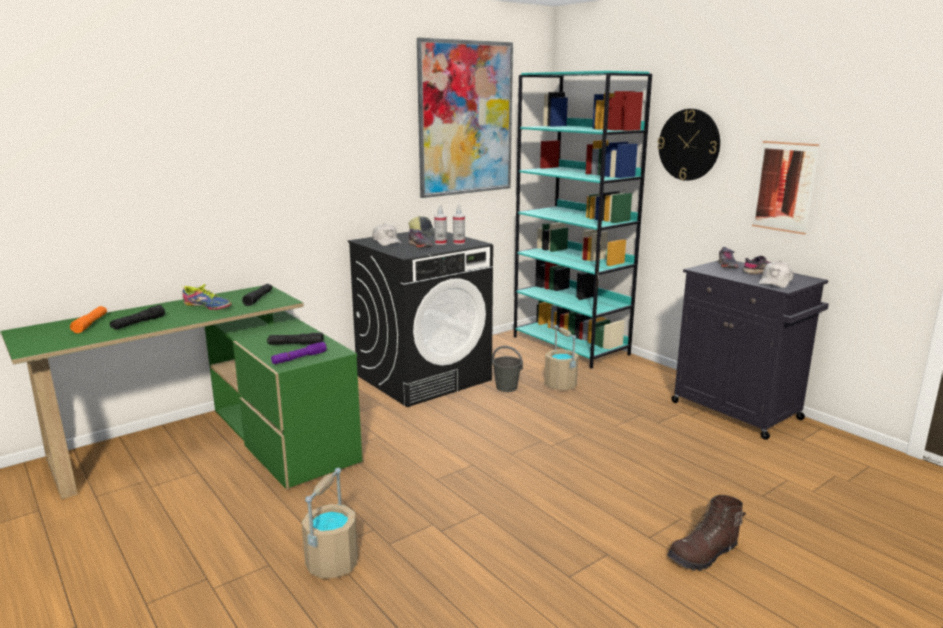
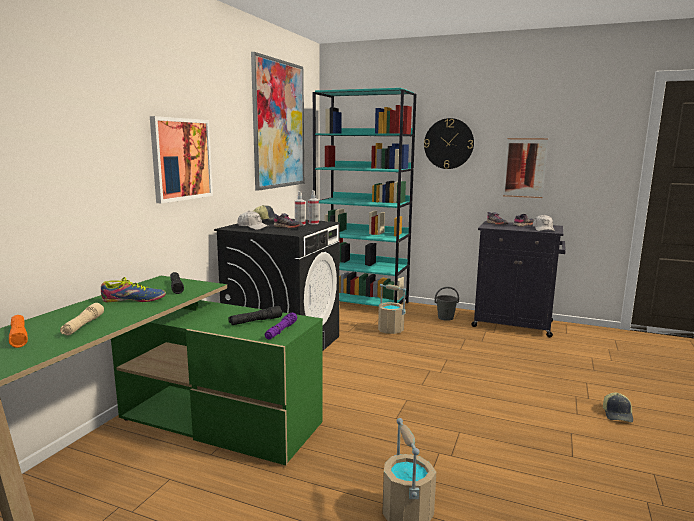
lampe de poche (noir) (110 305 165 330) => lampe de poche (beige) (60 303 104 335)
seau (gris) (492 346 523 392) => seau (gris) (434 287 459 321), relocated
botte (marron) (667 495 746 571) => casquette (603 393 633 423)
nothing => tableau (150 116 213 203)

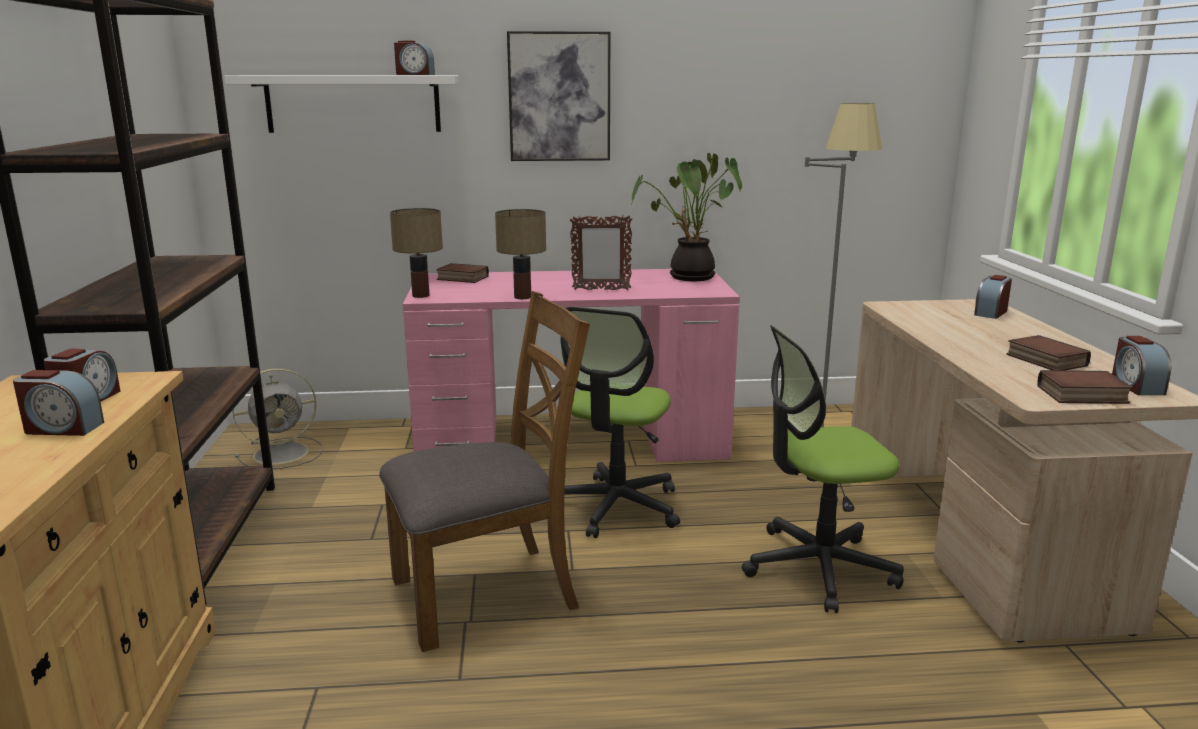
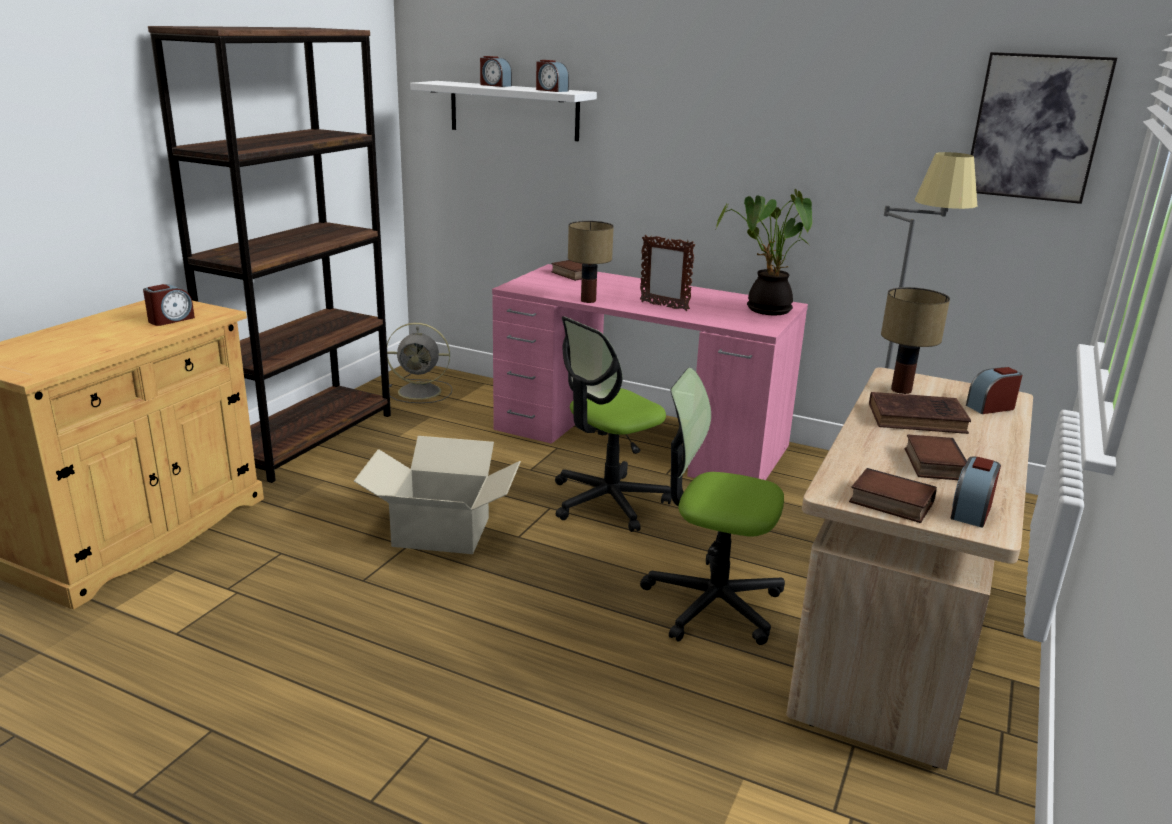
tableau (507 31 610 161) => tableau (971 52 1117 204), relocated
lampe de table (390 208 443 298) => lampe de table (881 287 950 394), relocated
chaise (marron) (379 291 590 652) => carton (354 436 521 554)
réveil (13 370 104 436) => réveil (480 56 512 87), relocated
nothing => livre (marron) (869 392 971 434)

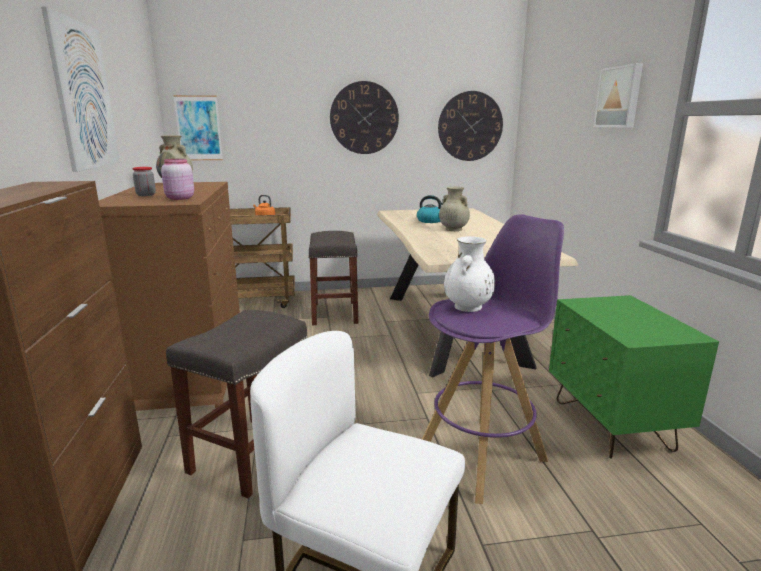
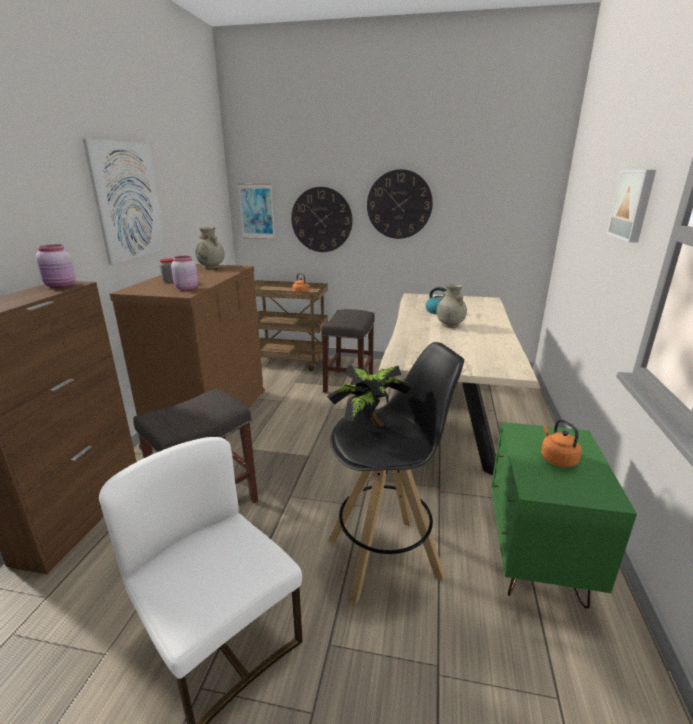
horloge murale (438 91 503 161) => horloge murale (291 187 352 252), relocated
tabouret (violet) (422 214 564 504) => tabouret (noir) (328 342 464 605)
vase (blanc) (444 236 495 312) => plante en pot (327 365 413 427)
nothing => bocal (rose) (36 244 76 288)
nothing => bouilloire (orange) (541 419 582 467)

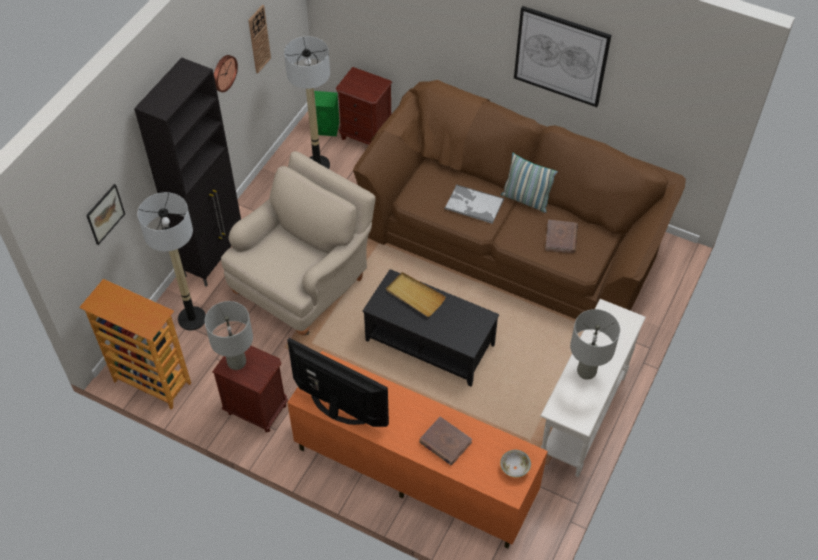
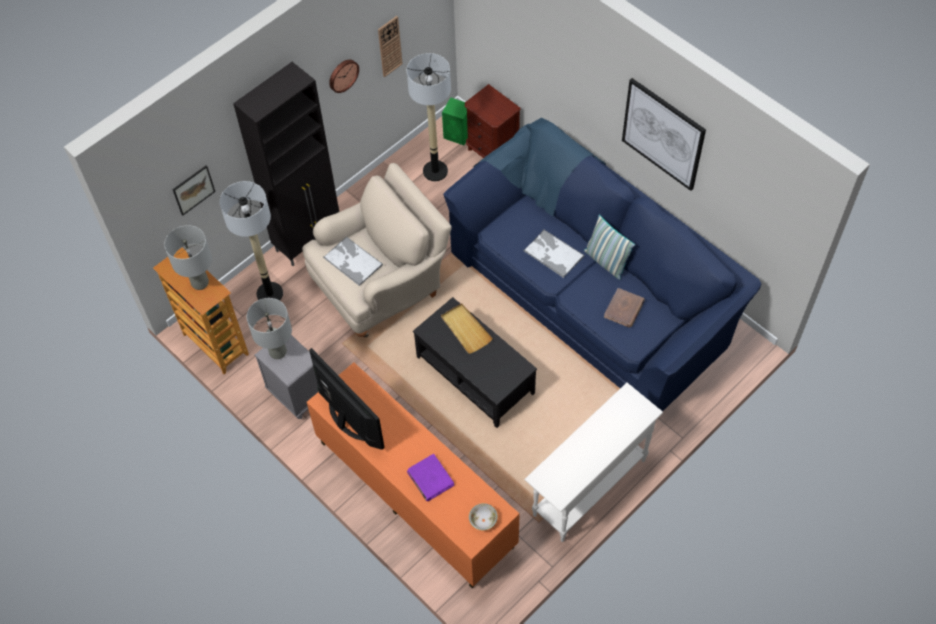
canapé (marron) (353 80 686 319) => canapé (bleu) (443 118 762 411)
lampe de table (gris) (570 309 620 380) => lampe de table (gris) (164 225 212 290), relocated
table de chevet (marron) (212 346 288 432) => table de chevet (gris) (255 335 319 419)
livre (marron) (419 416 472 465) => livre (violet) (407 454 454 501)
nothing => plateau (323 236 383 286)

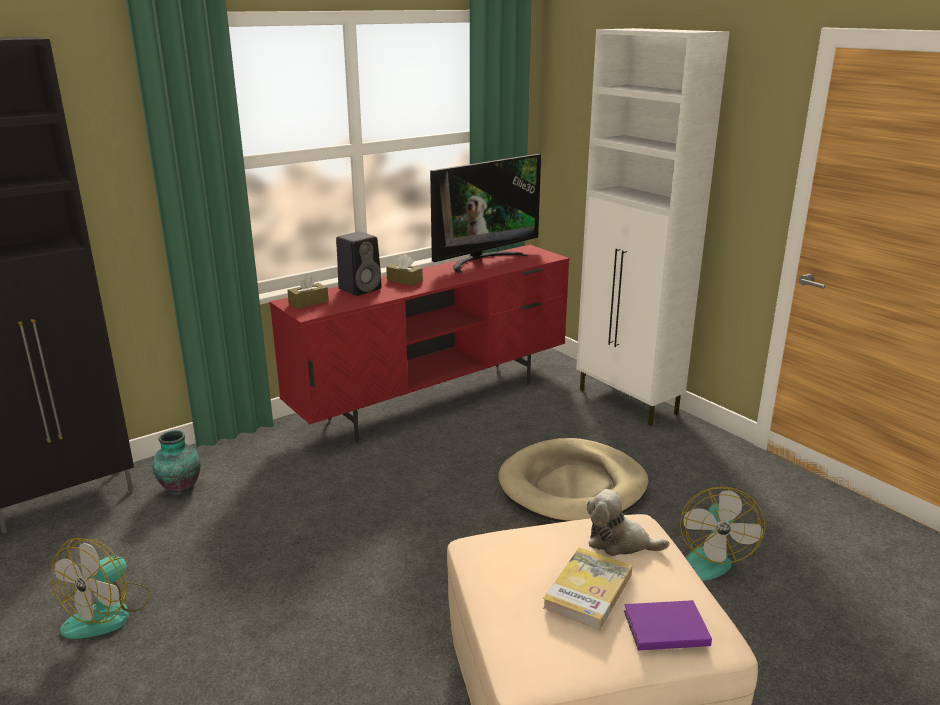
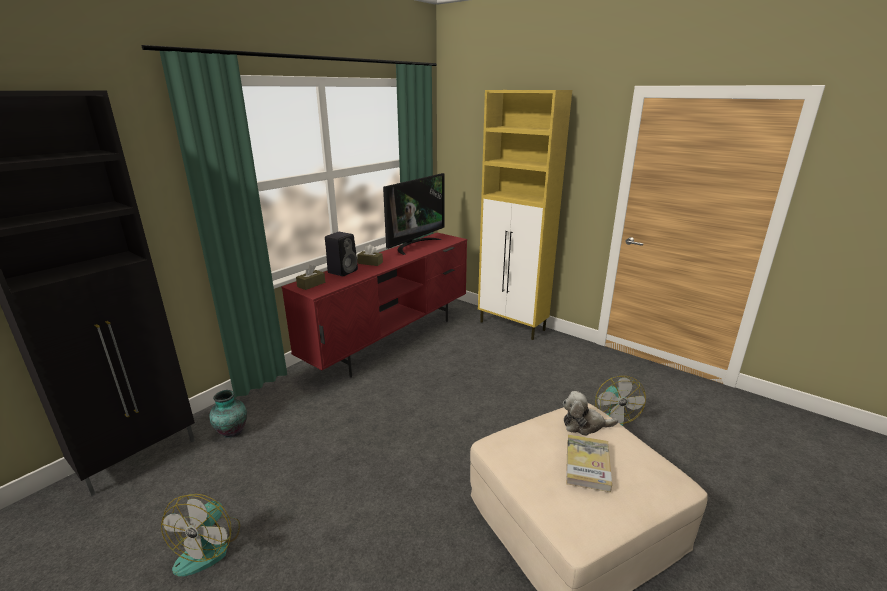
meuble de rangement (blanc) (576 28 730 426) => meuble de rangement (jaune) (478 90 572 340)
panier pour chien (beige) (498 438 648 522) => nothing
livre (violet) (624 600 712 651) => nothing

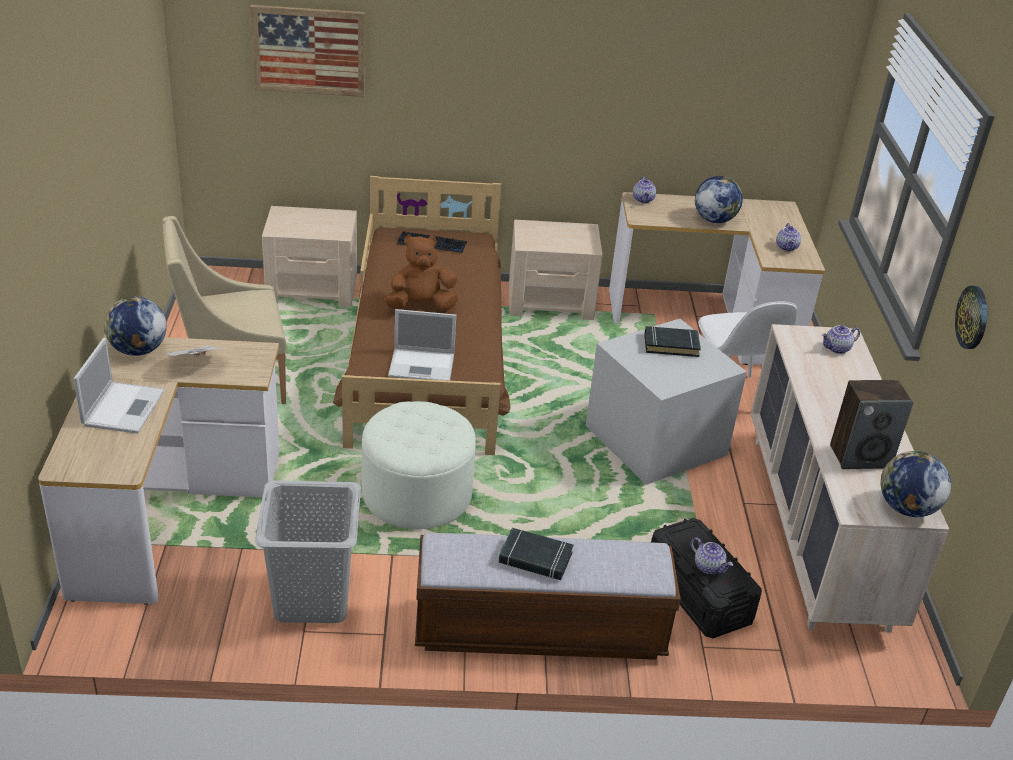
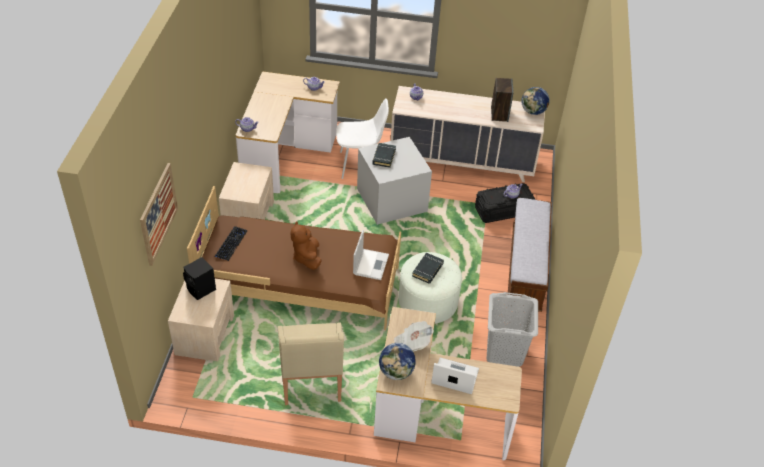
globe (695 176 743 223) => nothing
horloge murale (955 286 987 349) => nothing
livre (noir) (499 528 573 580) => livre (noir) (412 253 444 284), relocated
nothing => enceinte (noir) (183 257 216 300)

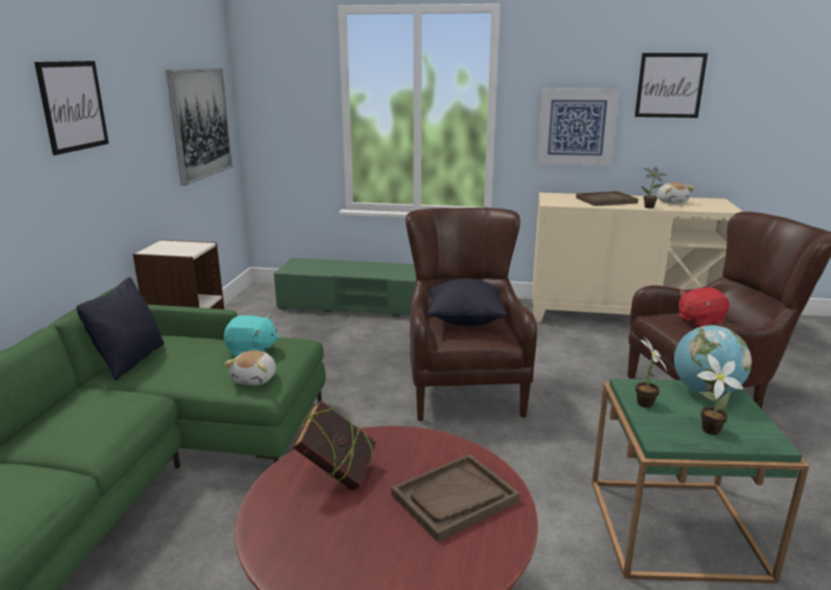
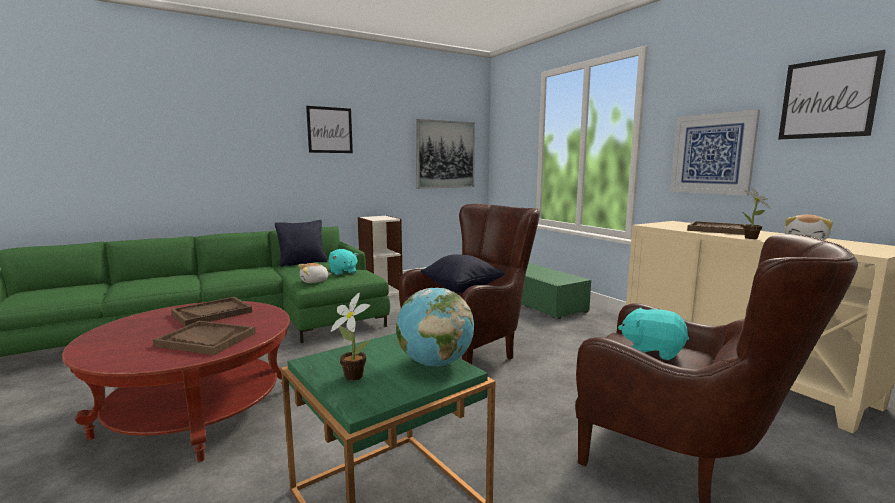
peluche (rouge) (678 288 729 328) => peluche (turquoise) (618 307 689 360)
plante en pot (635 337 668 408) => nothing
livre (292 400 377 491) => plateau (marron) (171 297 252 326)

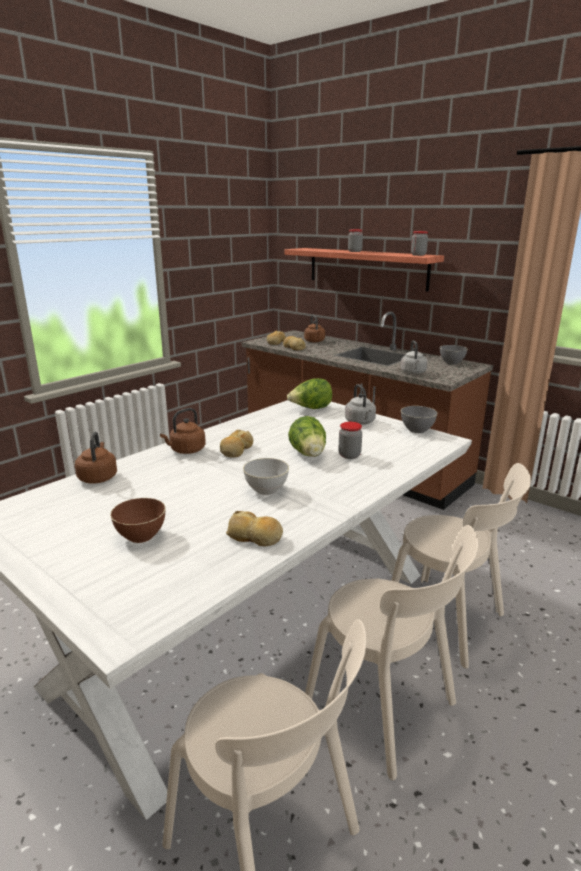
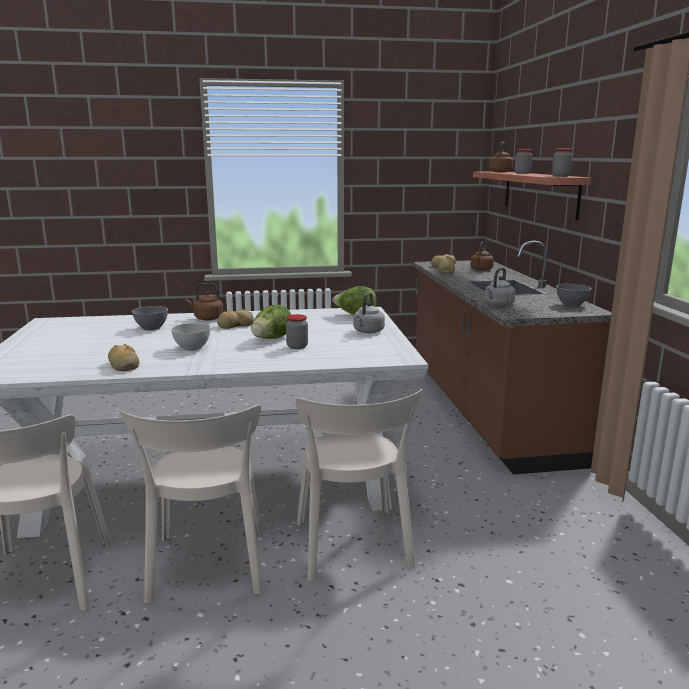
bol (gris) (401 406 437 433) => bol (gris) (132 306 168 331), relocated
bouilloire (marron) (75 432 117 484) => bouilloire (marron) (489 142 513 172), relocated
bol (marron) (110 498 166 543) => nothing

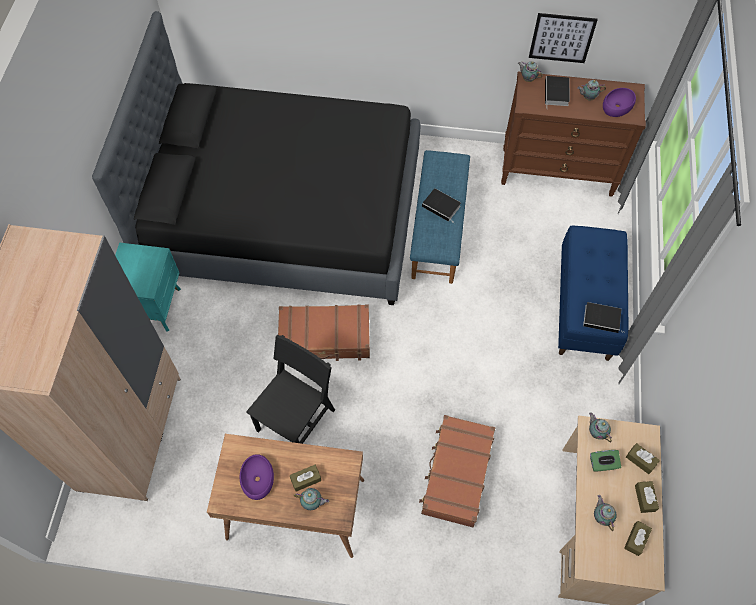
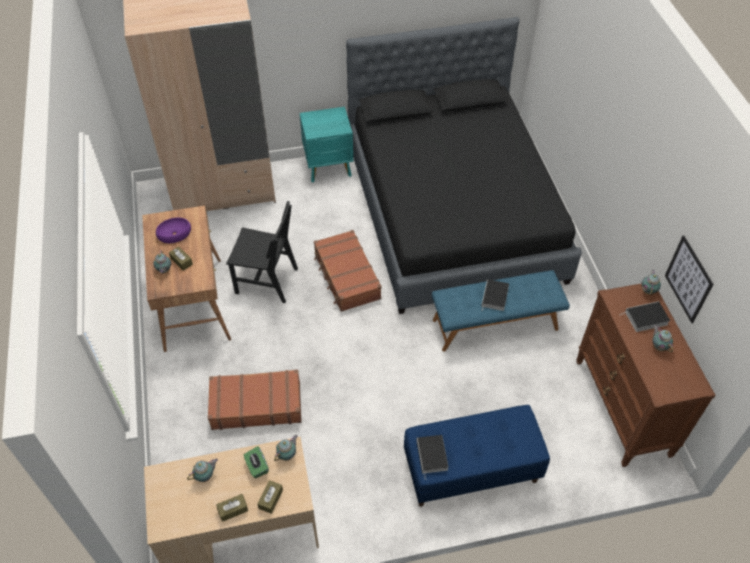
bol (violet) (603 88 636 117) => nothing
boîte à mouchoirs (marron) (624 521 652 556) => nothing

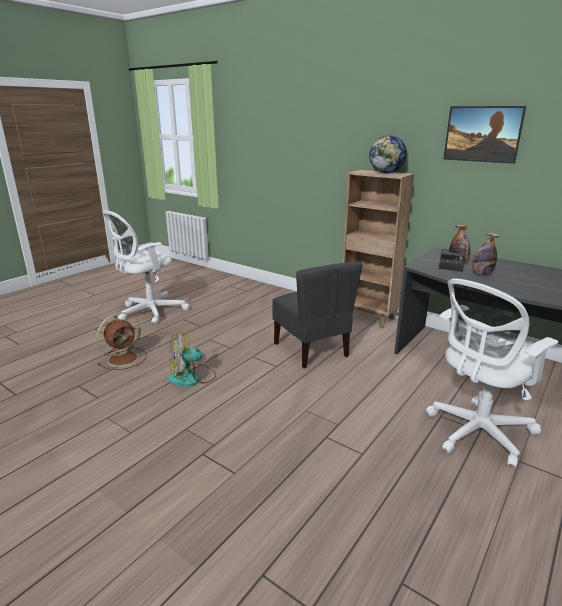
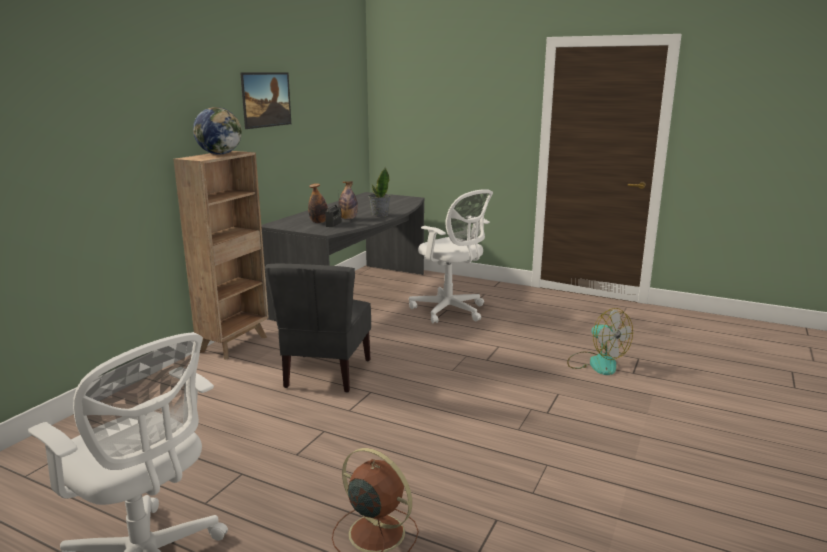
chaise (gris) (272 261 363 368) => chaise (gris) (265 264 371 393), 135 degrees clockwise
ventilateur (167 331 216 387) => ventilateur (567 308 633 375), relocated
nothing => plante en pot (368 167 391 217)

